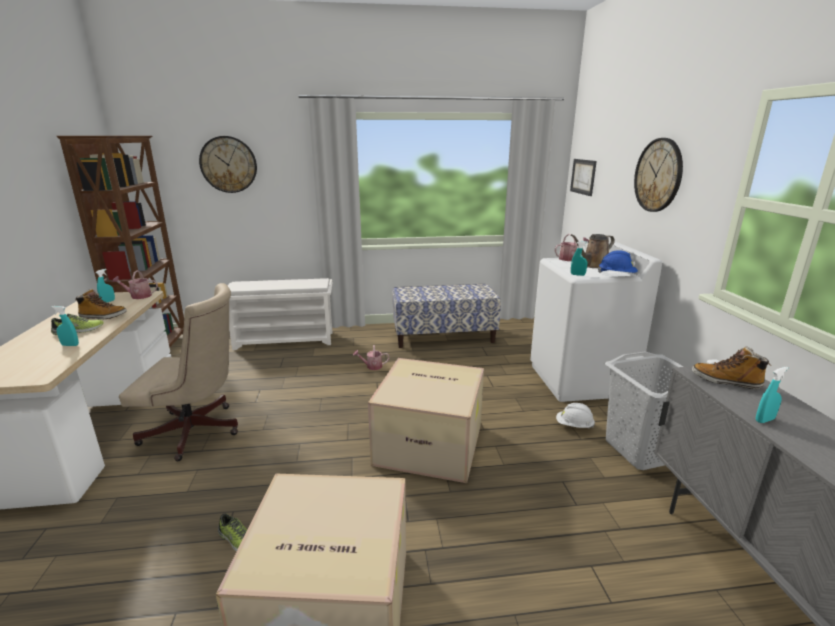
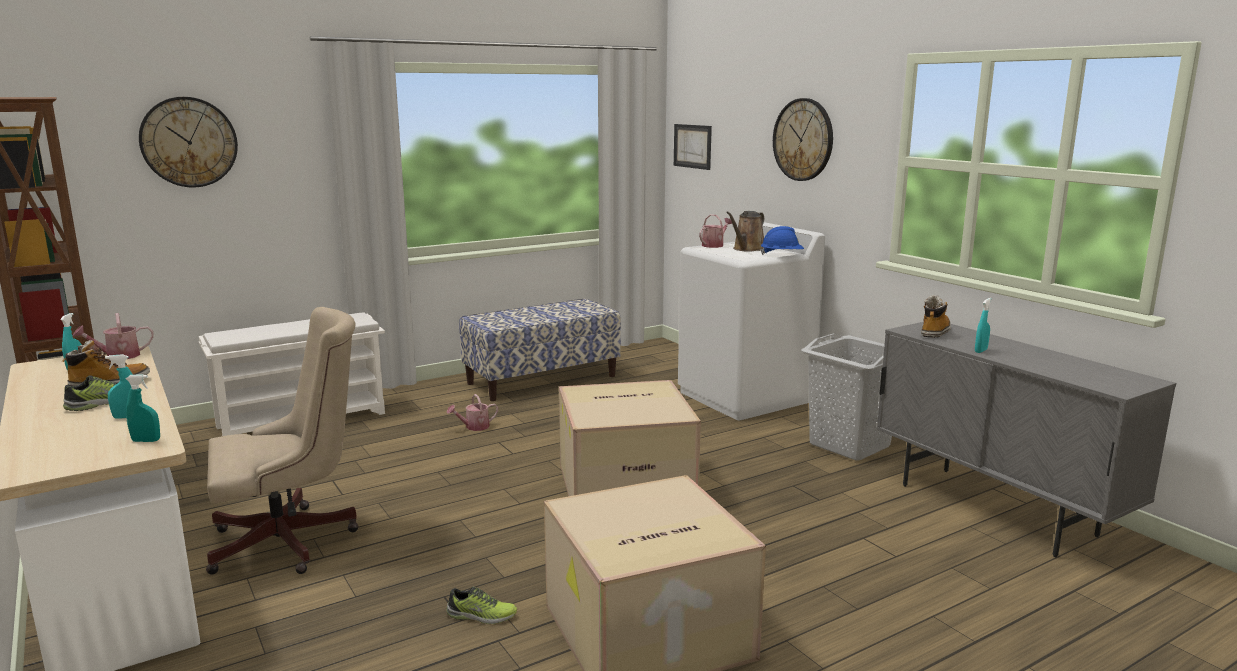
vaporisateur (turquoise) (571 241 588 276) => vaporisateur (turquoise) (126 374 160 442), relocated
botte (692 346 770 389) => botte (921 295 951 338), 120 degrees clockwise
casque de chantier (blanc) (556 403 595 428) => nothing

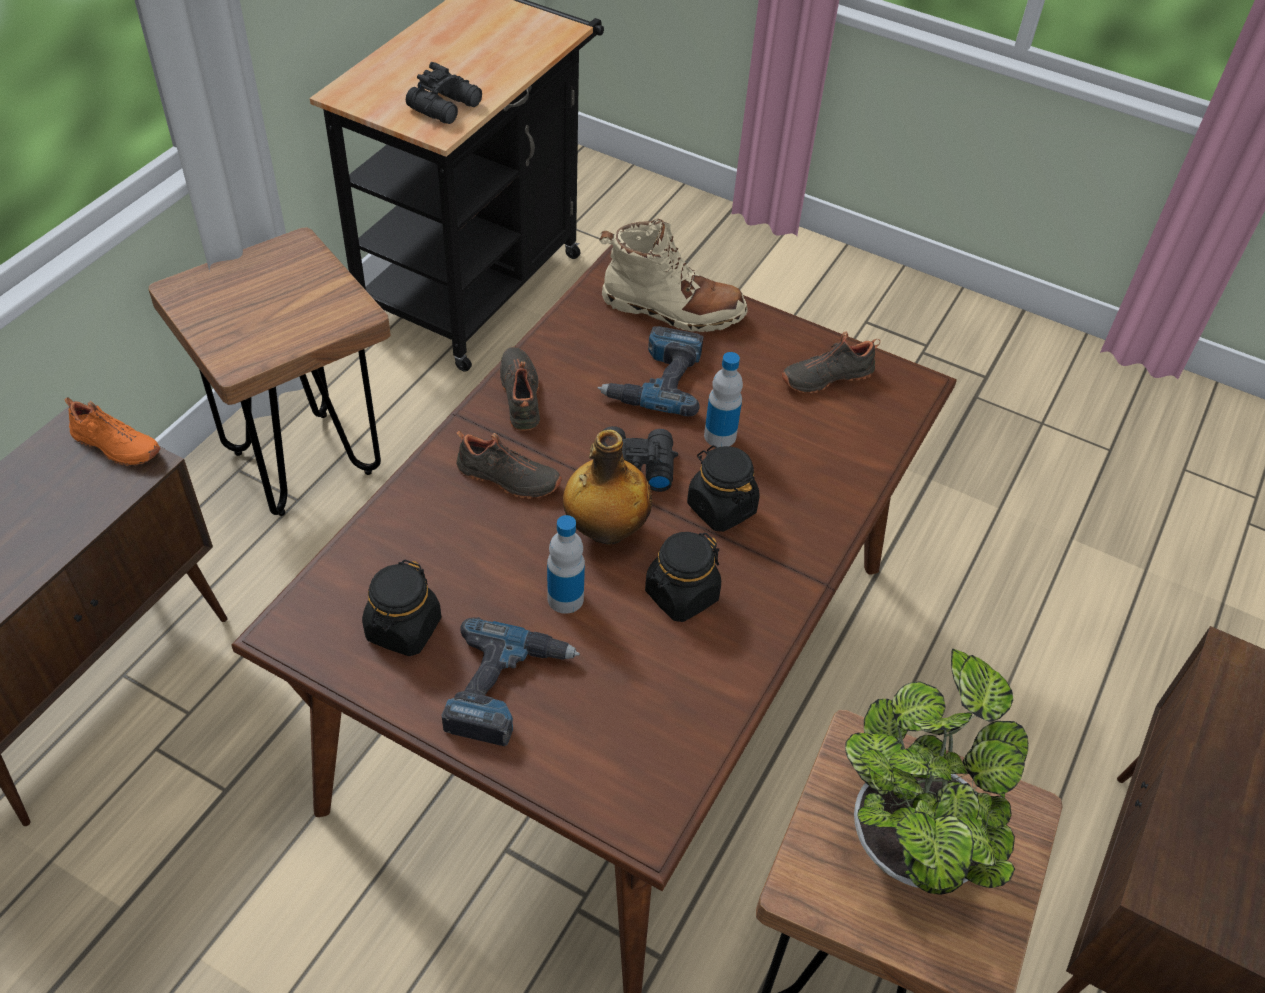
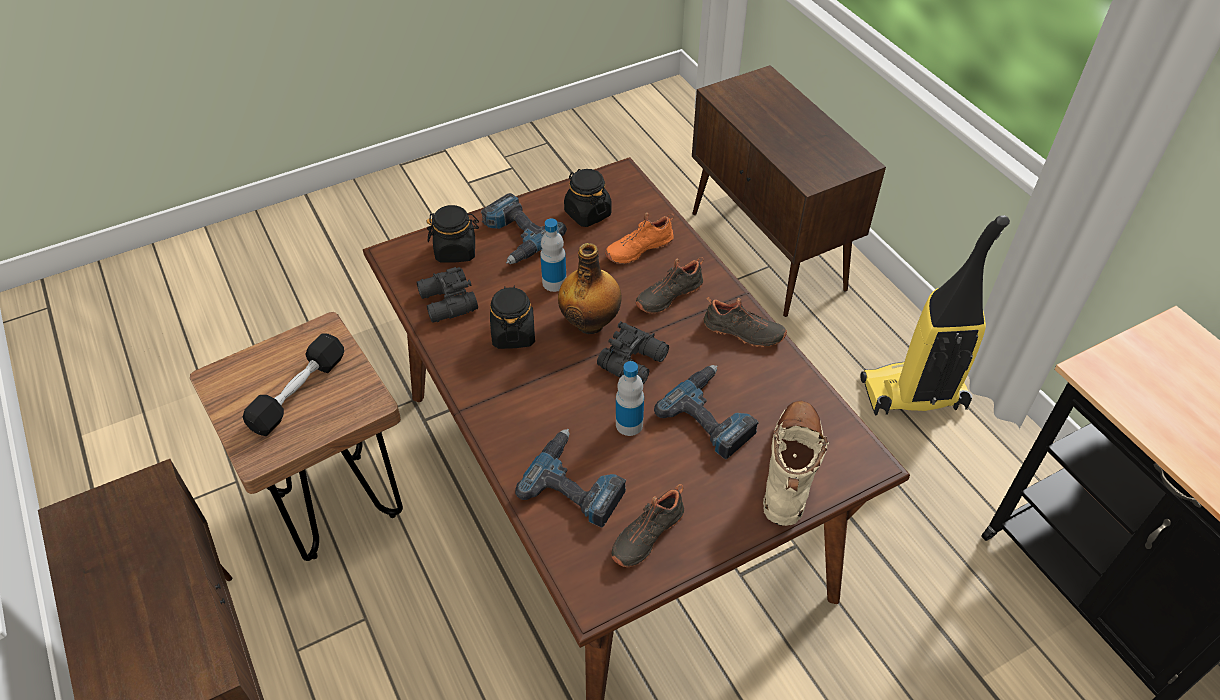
jumelles (noir) (406 62 482 124) => jumelles (noir) (416 267 478 323), relocated
botte (beige) (599 219 748 332) => botte (beige) (763 401 829 526), 150 degrees clockwise
tabouret (marron) (149 227 391 516) => aspirateur (860 215 1010 415)
chaussure (noir) (782 331 880 393) => chaussure (noir) (611 484 684 567), 150 degrees counterclockwise
chaussure (orange) (64 397 161 466) => chaussure (orange) (605 212 674 264), relocated
bocal (noir) (687 445 759 532) => bocal (noir) (426 205 479 263), relocated
plante en pot (845 648 1028 895) => haltère (noir) (243 333 344 436)
nothing => perceuse (515 429 627 527)

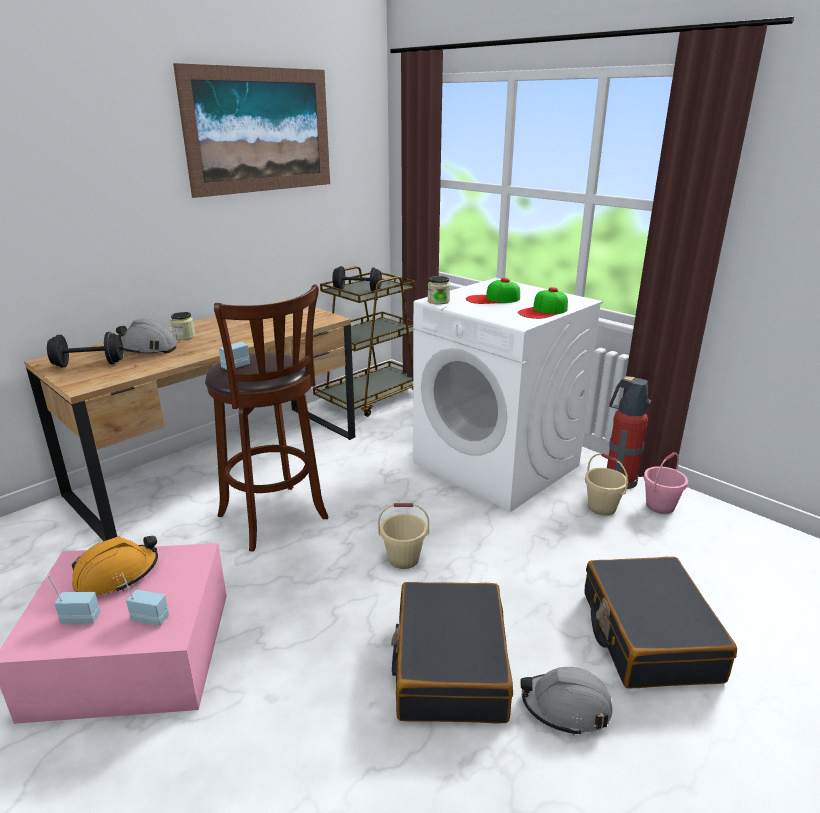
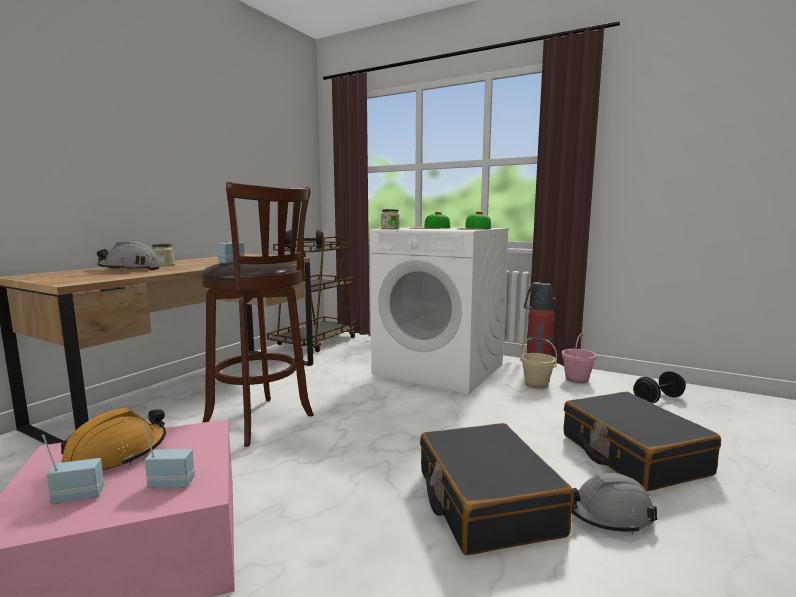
tableau (173 63 330 198) => nothing
haltère (noir) (47 332 124 368) => haltère (noir) (633 371 686 404), relocated
seau (beige) (378 503 429 569) => nothing

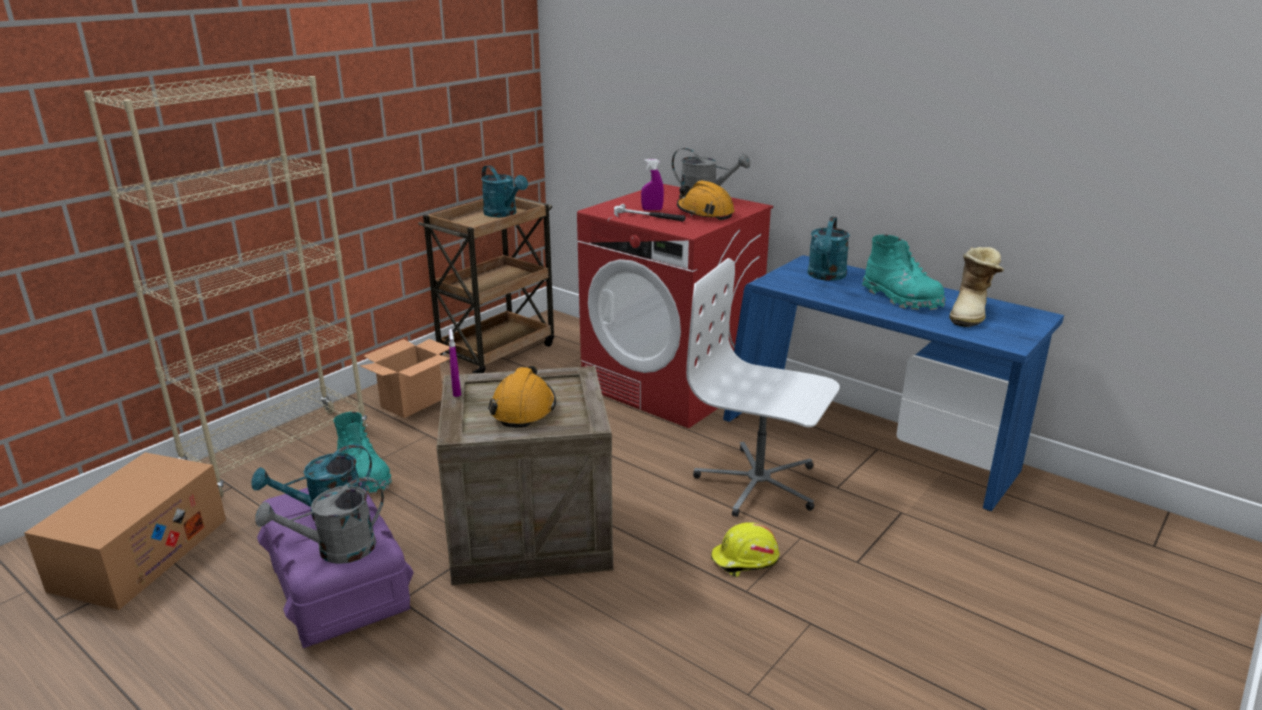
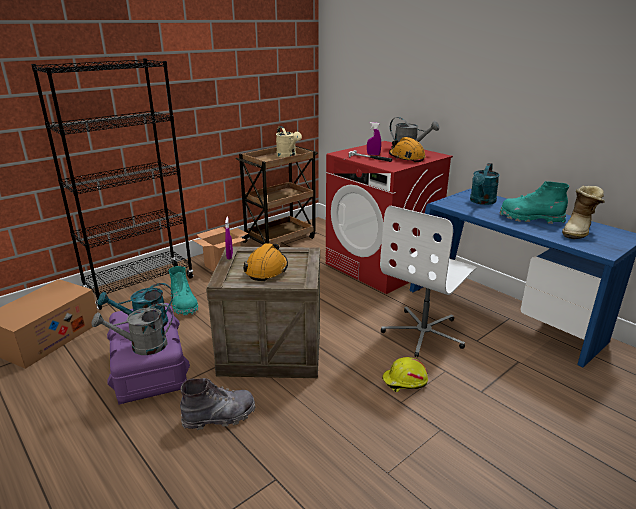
bibliothèque (beige) (84 69 368 497) => bibliothèque (noir) (31 58 193 310)
arrosoir (turquoise) (481 165 528 217) => arrosoir (beige) (276 126 302 158)
botte (turquoise) (862 235 946 310) => botte (turquoise) (500 181 569 224), 135 degrees clockwise
chaise de bureau (blanc) (686 258 840 517) => chaise de bureau (blanc) (380 205 477 357), 90 degrees counterclockwise
nothing => botte (gris) (180 378 255 430)

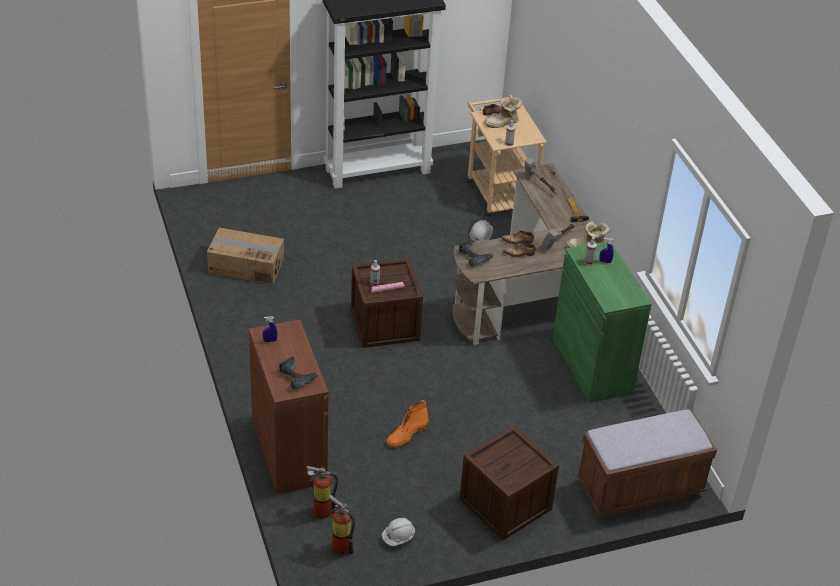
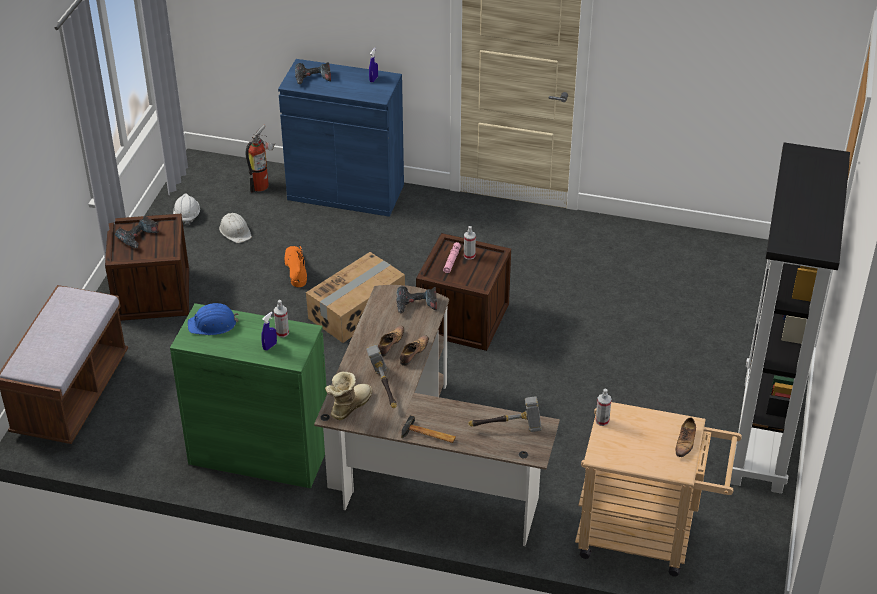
botte (484 97 522 128) => nothing
casque de chantier (blanc) (469 220 493 242) => casque de chantier (blanc) (219 213 252 243), relocated
carton (207 228 284 284) => carton (306 252 405 343), relocated
meuble de rangement (marron) (249 319 329 494) => meuble de rangement (bleu) (278 59 404 217)
extincteur (329 495 355 554) => nothing
nothing => perceuse (115 216 158 248)
nothing => casque de chantier (bleu) (188 303 239 335)

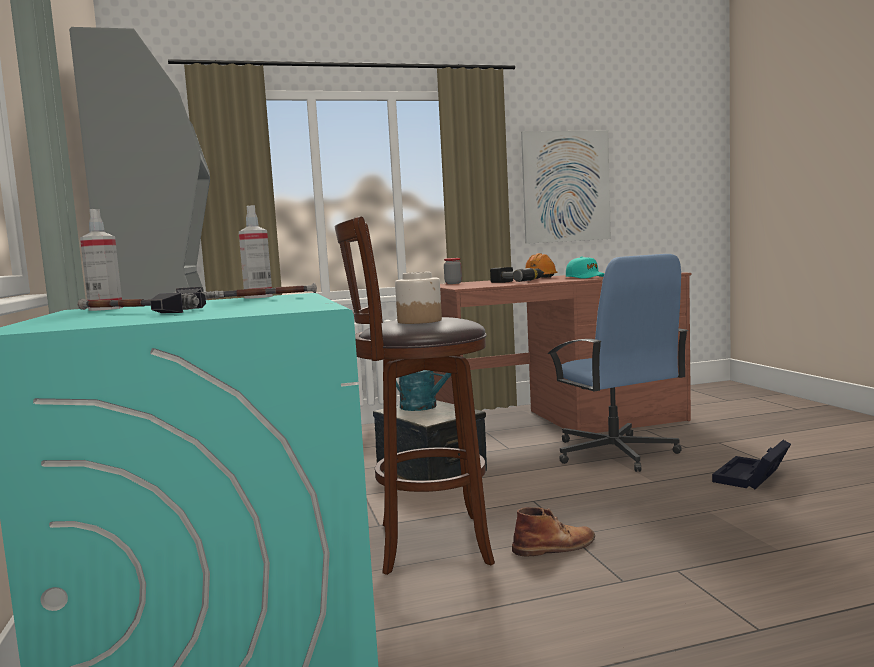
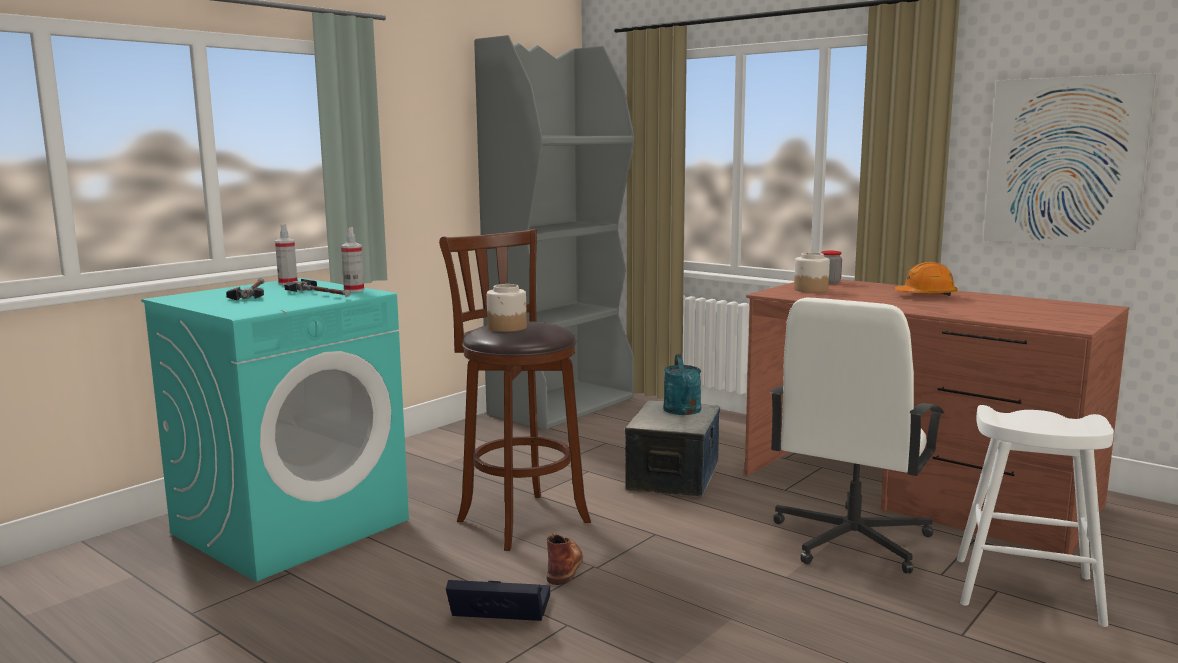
chaise de bureau (bleu) (548 254 688 472) => chaise de bureau (blanc) (770 298 944 574)
casquette (turquoise) (566 257 605 279) => nothing
perceuse (490 267 544 283) => nothing
boîte de rangement (noir) (712 440 791 489) => boîte de rangement (noir) (446 580 550 621), relocated
botte (marron) (512 507 595 557) => botte (marron) (546 533 583 585), 120 degrees counterclockwise
nothing => bocal (794 252 830 293)
nothing => tabouret (blanc) (957 405 1114 627)

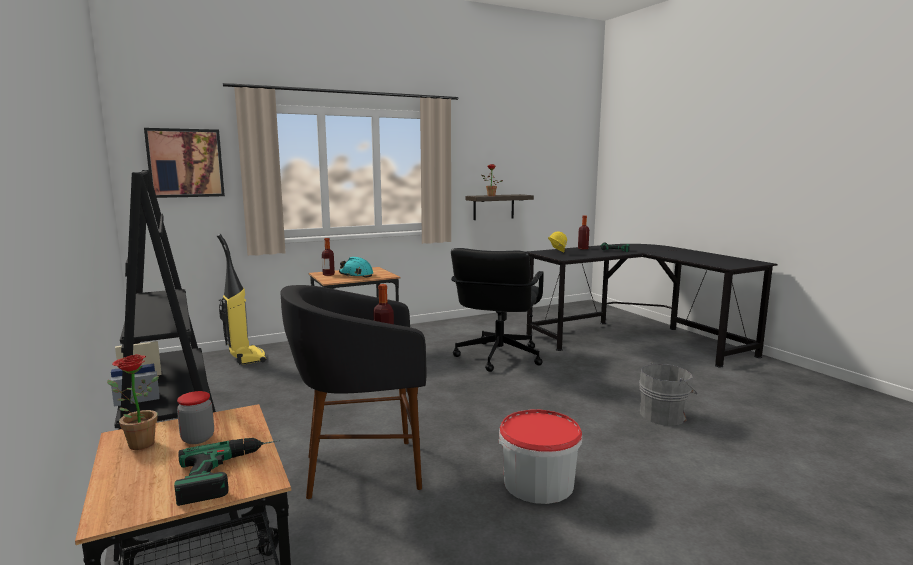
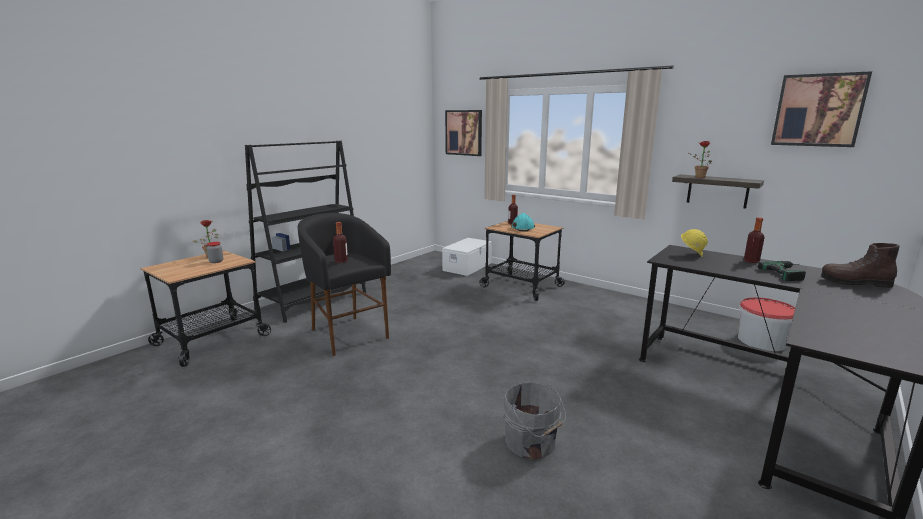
aspirateur (217 234 267 365) => boîte de rangement (blanc) (442 238 492 276)
chaise de bureau (noir) (451 248 544 372) => nothing
seau (499 410 582 504) => seau (738 297 795 351), relocated
perceuse (174 438 280 506) => nothing
nothing => tableau (771 71 872 147)
nothing => botte (marron) (822 243 899 288)

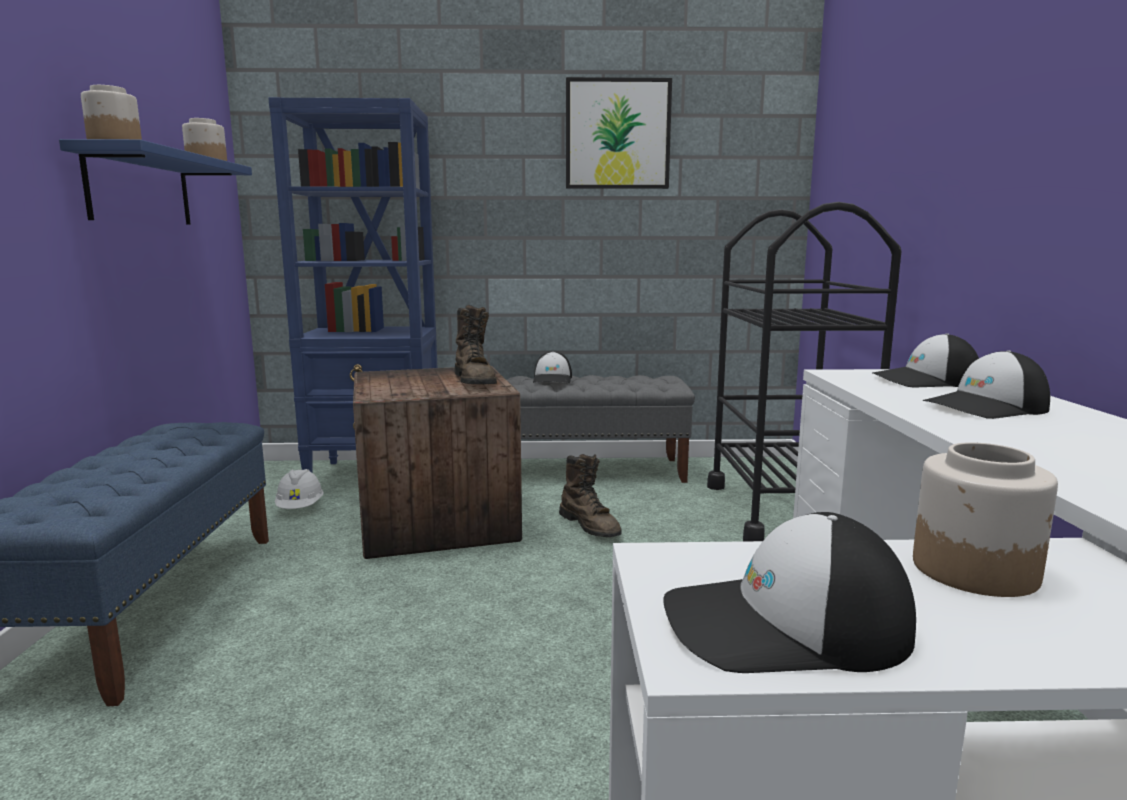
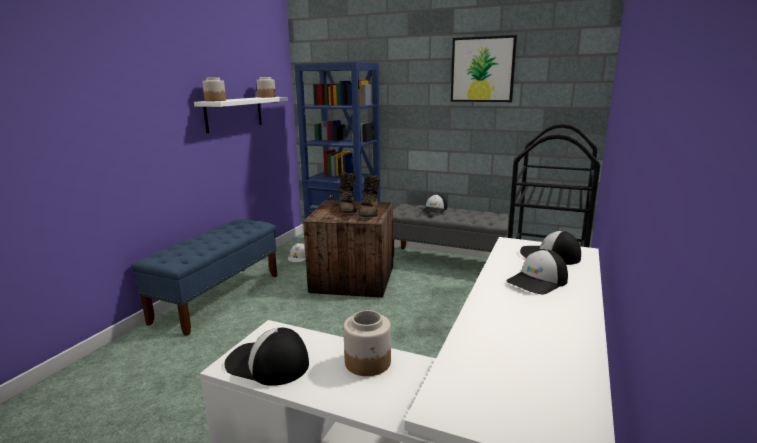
étagère (bleu) (59 139 252 225) => étagère (blanc) (194 97 288 133)
casquette (923 350 1050 419) => casquette (506 249 568 295), 45 degrees counterclockwise
botte (marron) (559 454 622 537) => botte (marron) (339 172 356 213), relocated

